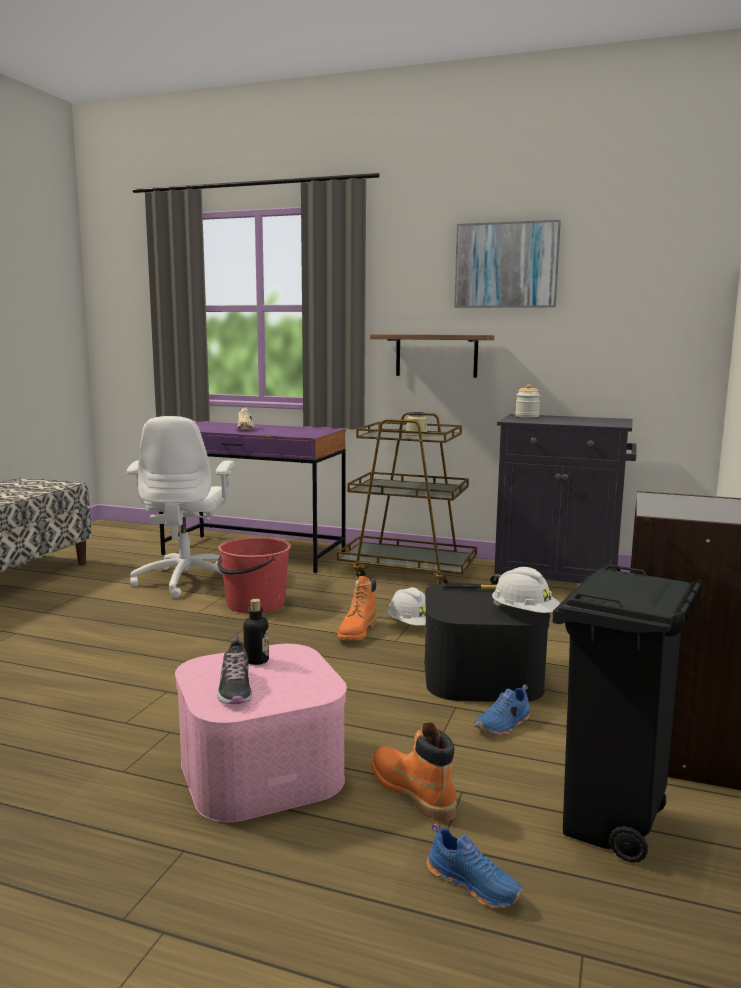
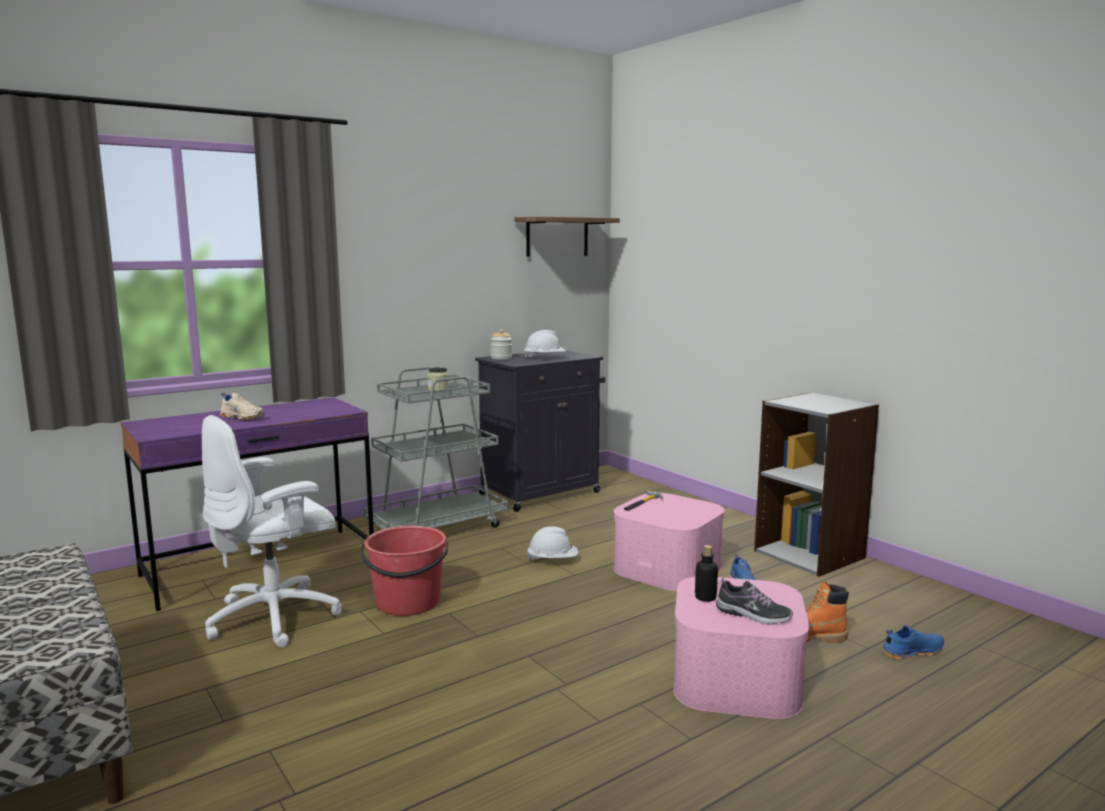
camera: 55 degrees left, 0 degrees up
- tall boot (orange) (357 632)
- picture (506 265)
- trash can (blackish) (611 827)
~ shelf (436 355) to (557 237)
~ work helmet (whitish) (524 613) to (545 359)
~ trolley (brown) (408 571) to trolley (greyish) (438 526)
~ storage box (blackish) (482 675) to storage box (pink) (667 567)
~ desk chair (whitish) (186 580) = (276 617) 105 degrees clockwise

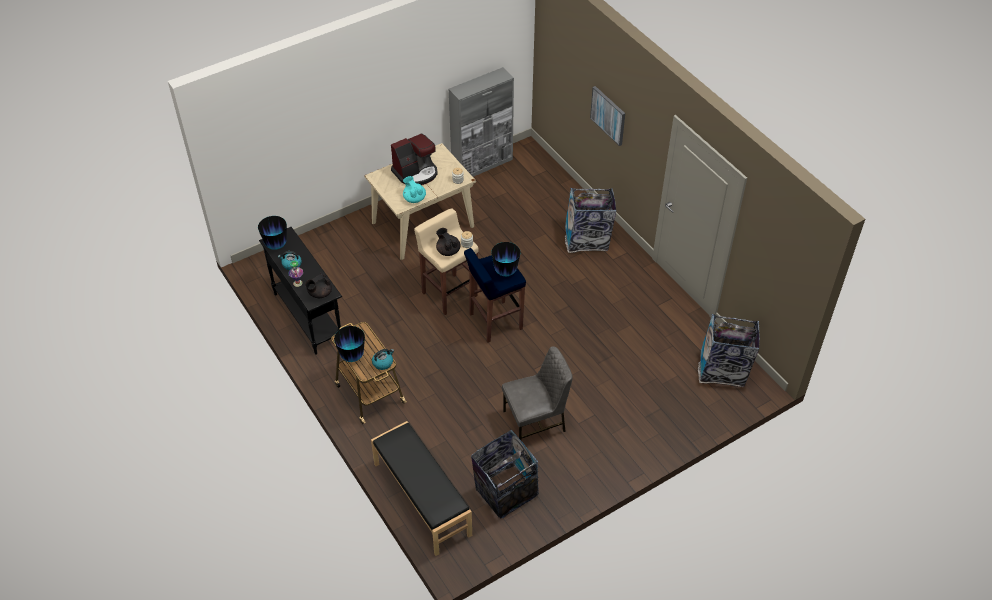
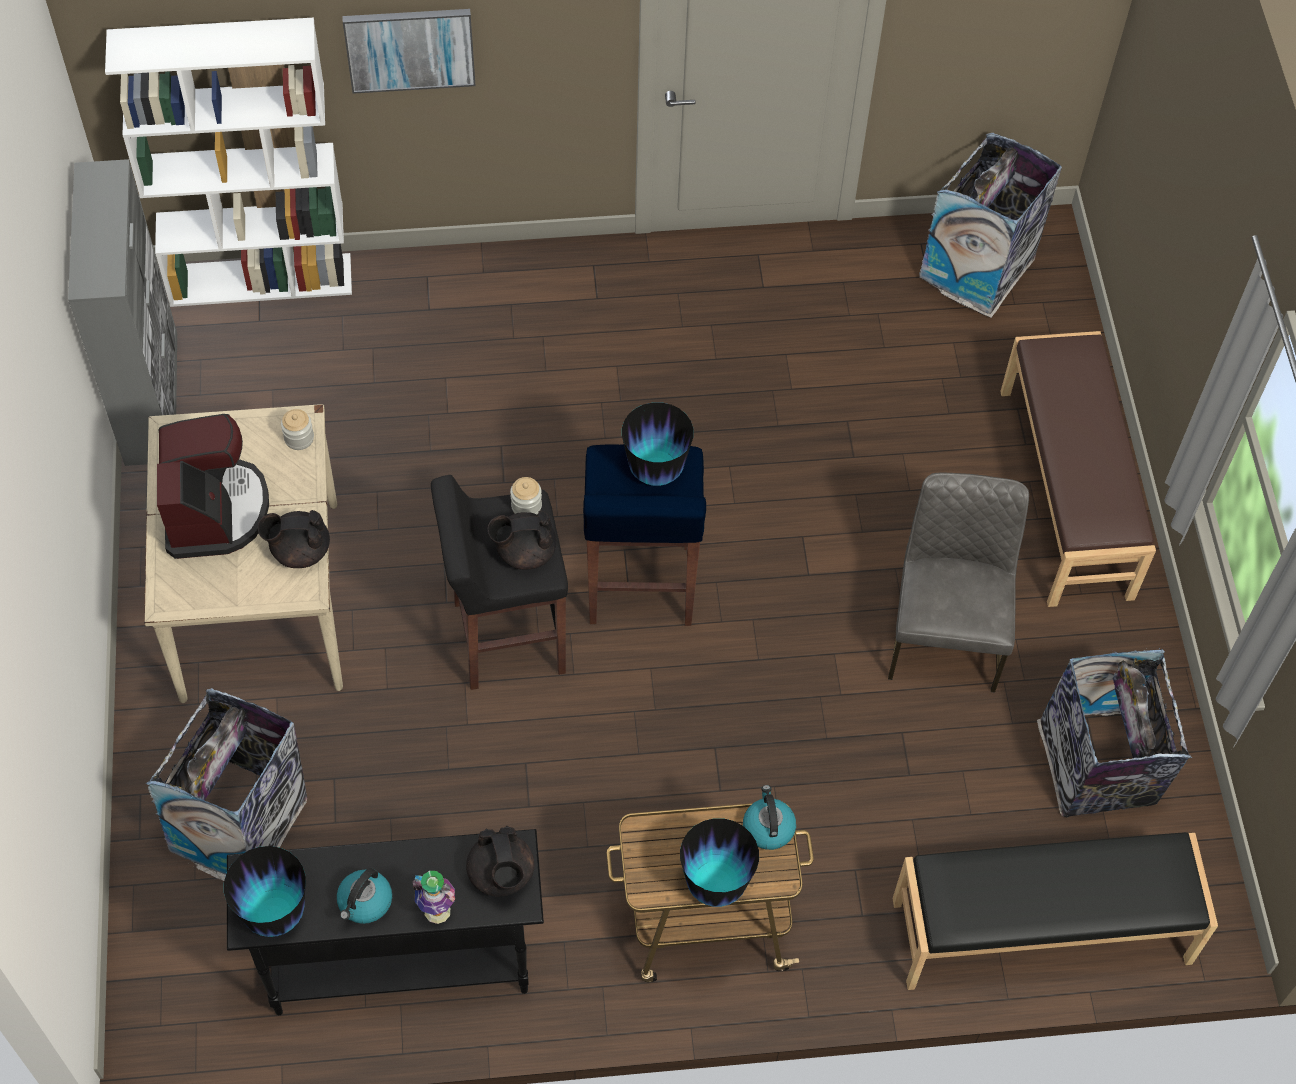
camera: 65 degrees left, 10 degrees up
+ bookshelf (whitish) (262 279)
+ long seat (brown) (1067 492)
~ trash can (587 239) to (241 822)
~ pot for tea (blue-green) (414 198) to pot for tea (blackish) (299 550)
~ stool (sand-coloured) (449 293) to stool (blackish) (507 637)

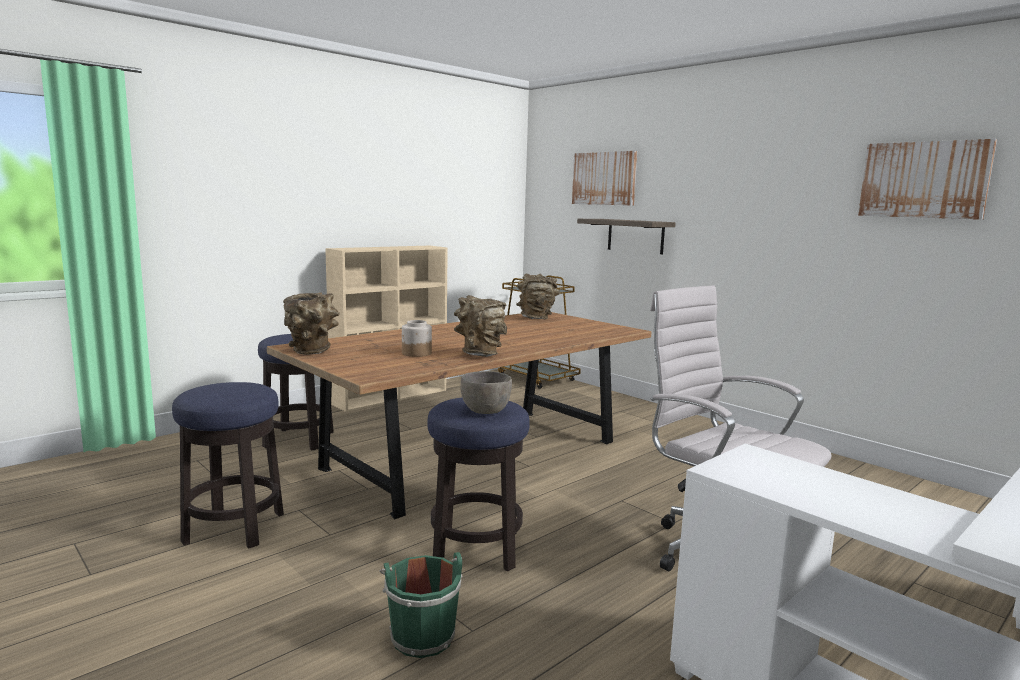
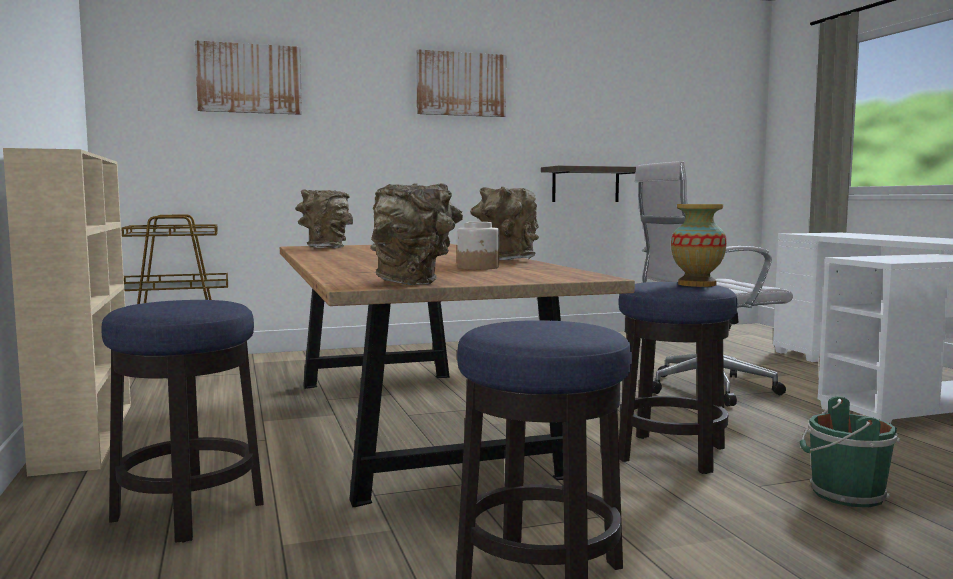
camera: 65 degrees left, 5 degrees down
~ shelf (635 236) to (585 184)
~ picture (923 180) to (461 84)
~ deep dish (greyish) (485 412) to decorative vase (697 284)

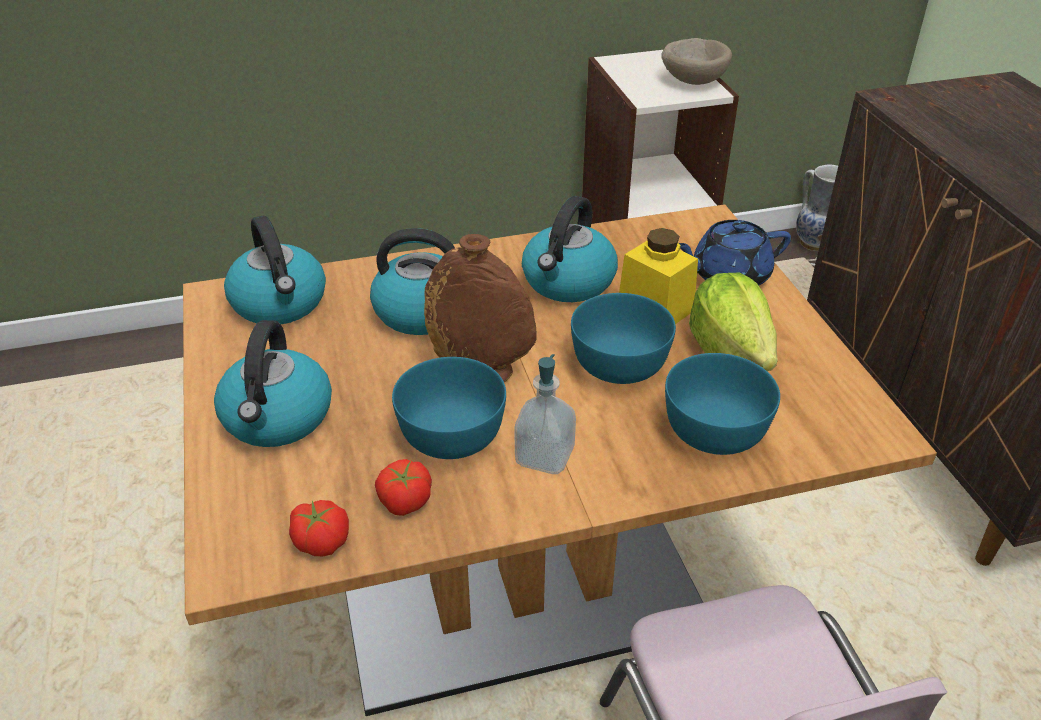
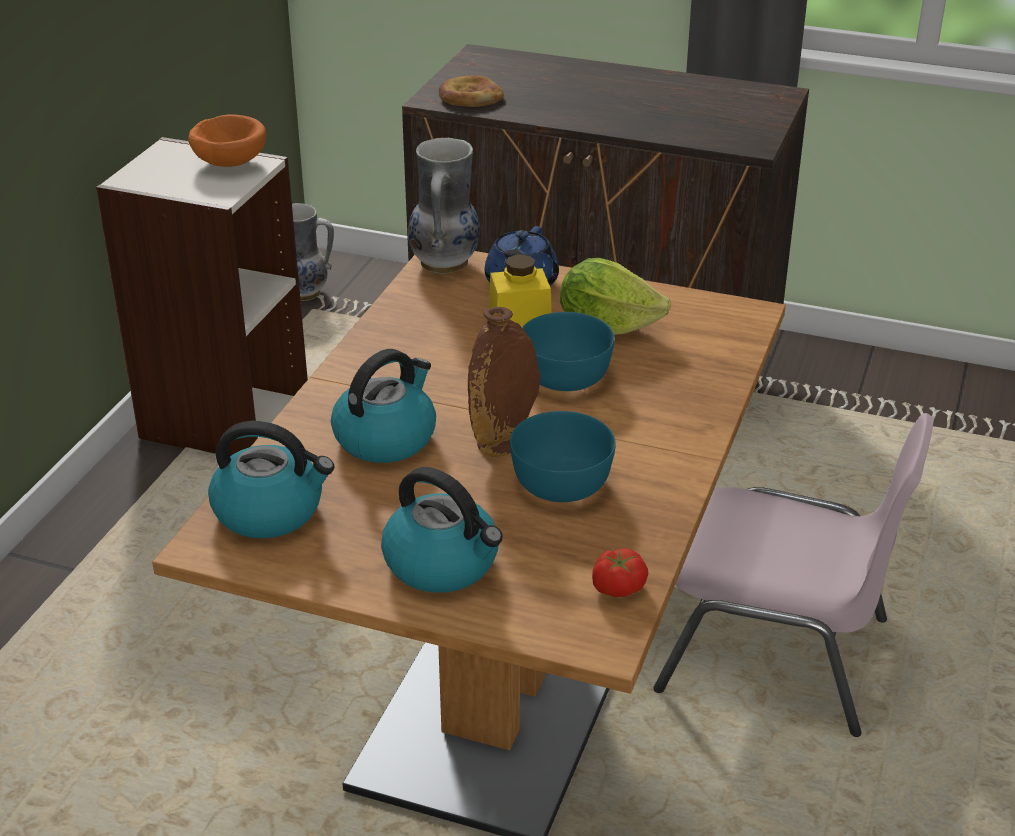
camera: 55 degrees left, 5 degrees down
- whole tomato (404 500)
- liquid soap bottle (544 456)
- kettle (568 282)
- deep dish (blue-green) (713 428)
+ decorative vase (446 263)
+ bakery bread (470 97)
~ deep dish (sand-coloured) (694 80) to deep dish (orange) (229 161)

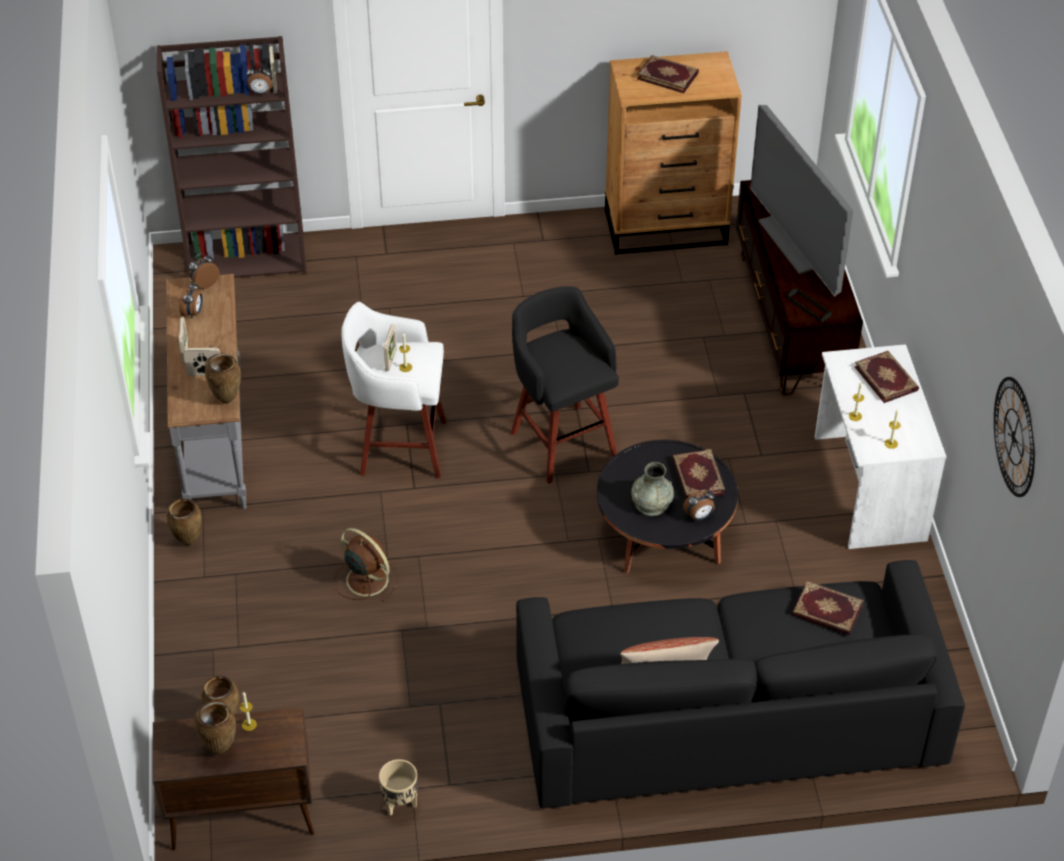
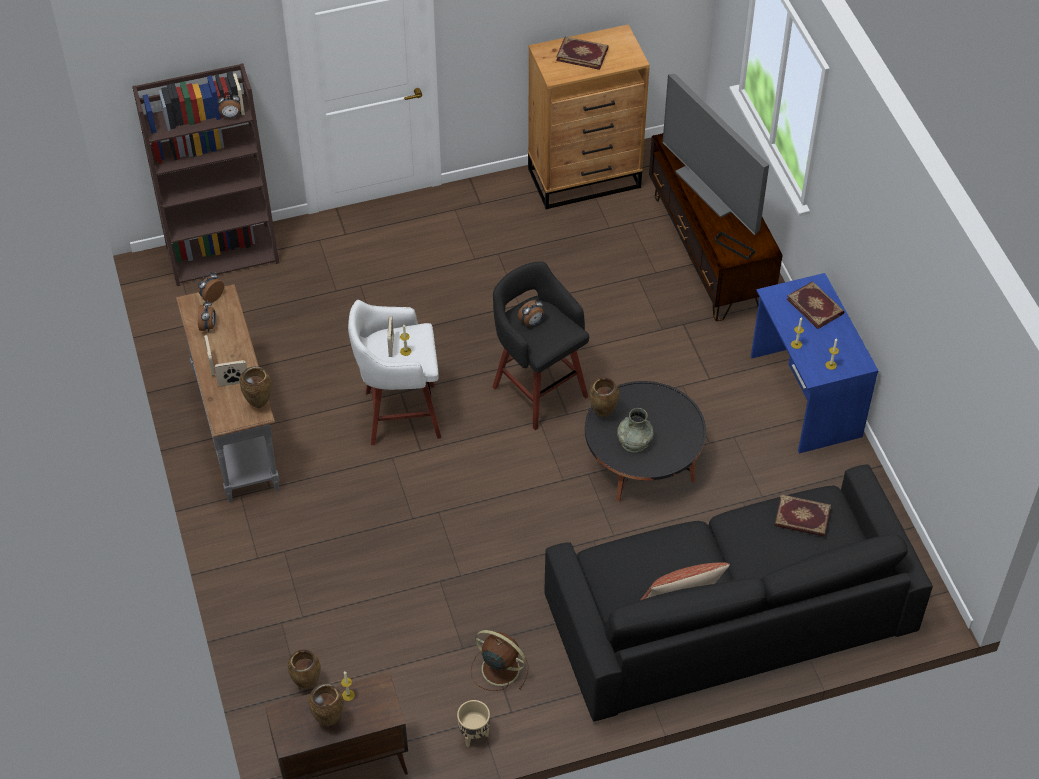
camera: 10 degrees left, 5 degrees up
- bound book (697 477)
- clock on the wall (1014 436)
~ decorative vase (brown) (188 543) to (602 414)
~ fan (brown) (365 579) to (498 668)
~ table clock (699 516) to (531 322)
~ desk unit (whitish) (867 488) to desk unit (blue-coloured) (804 396)

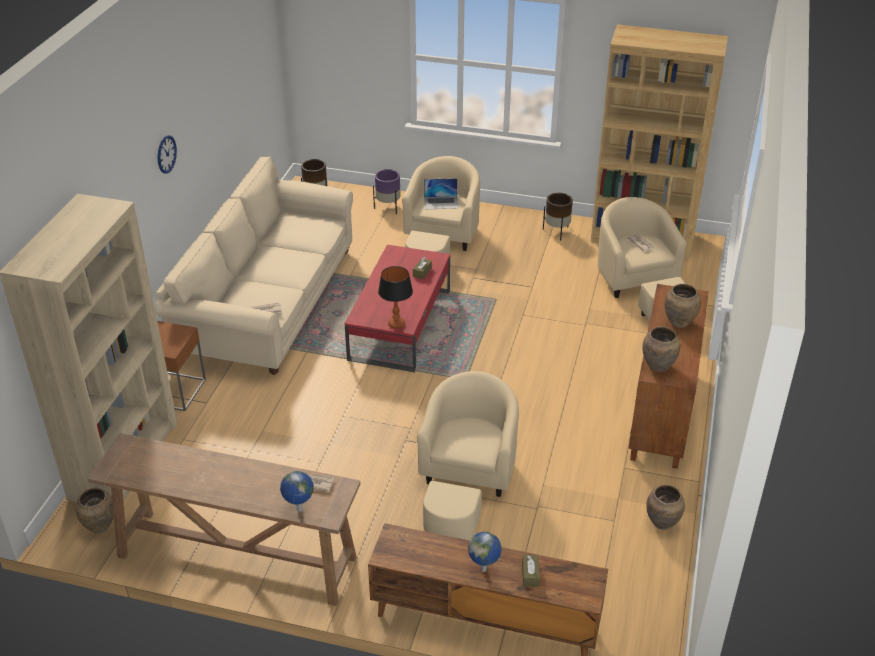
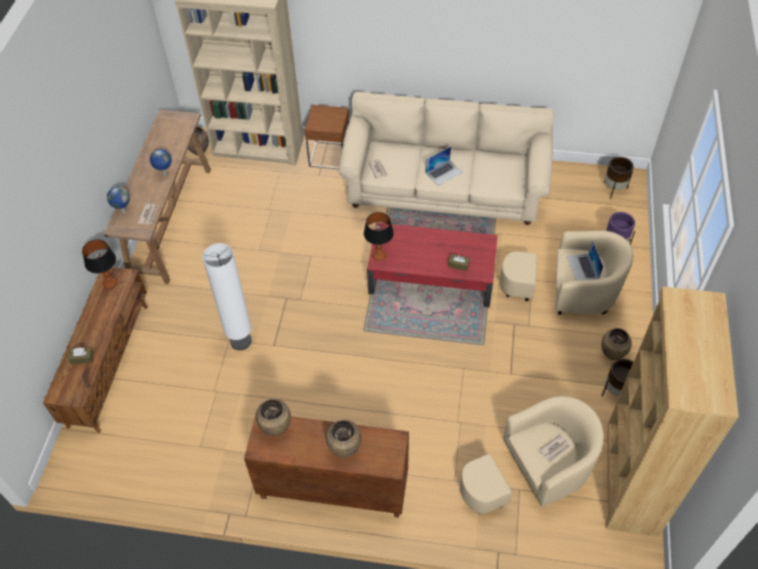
camera: 85 degrees right, 15 degrees up
- clock on the wall (166 154)
+ table lamp (110 283)
+ notebook computer (444 172)
~ globe (484 569) to (165 174)
~ decorative vase (brown) (662 523) to (612 354)
~ easy chair (sand-coloured) (465 482) to floor lamp (whitish) (241 341)

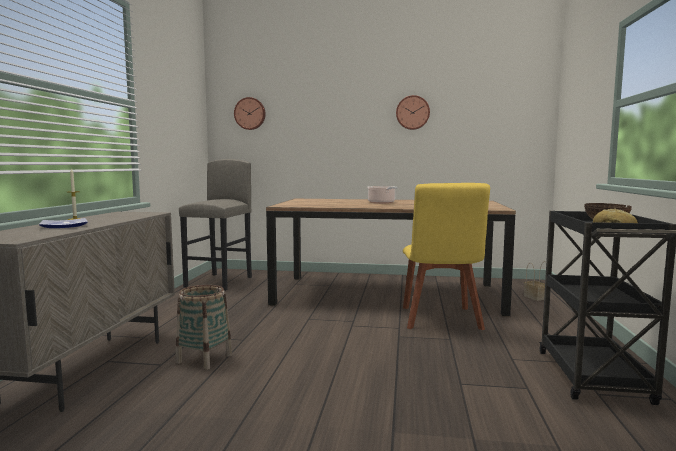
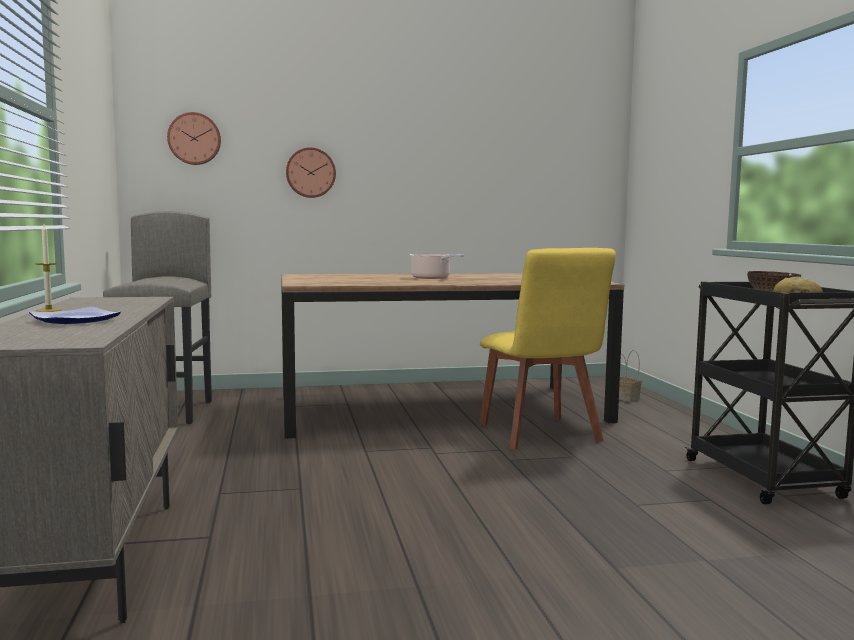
camera: 20 degrees left, 0 degrees up
- storage basket (204 358)
~ clock on the wall (412 112) to (310 173)

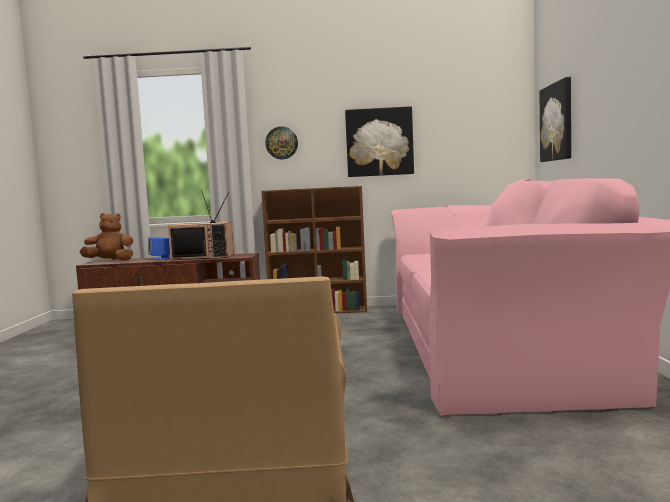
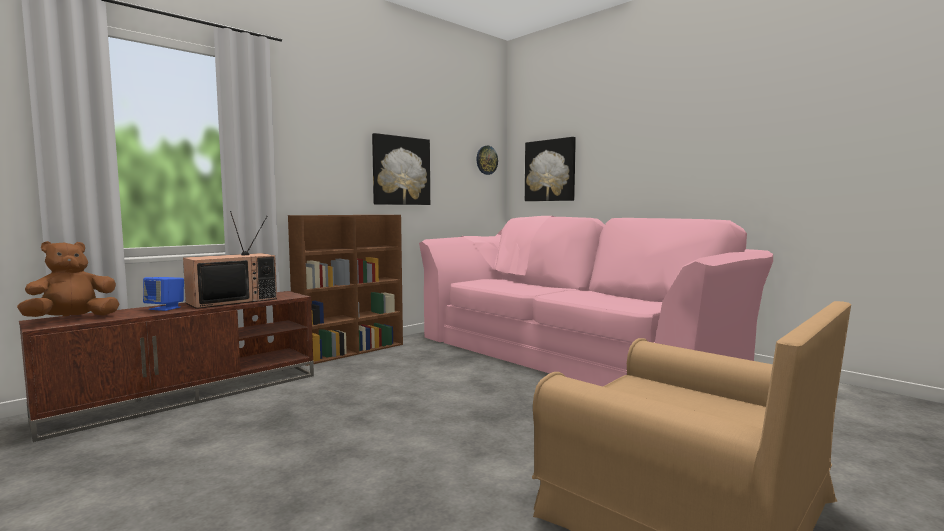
camera: 45 degrees left, 0 degrees up
~ clock on the wall (281 143) to (486 160)

